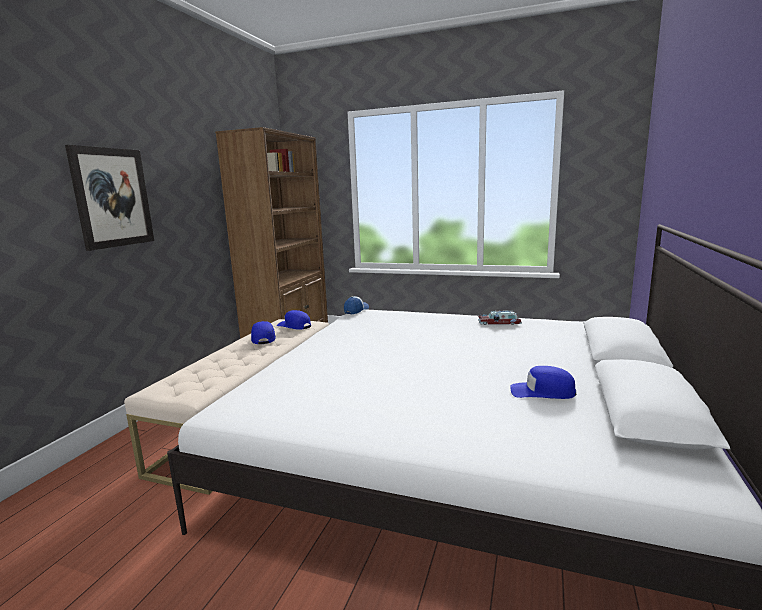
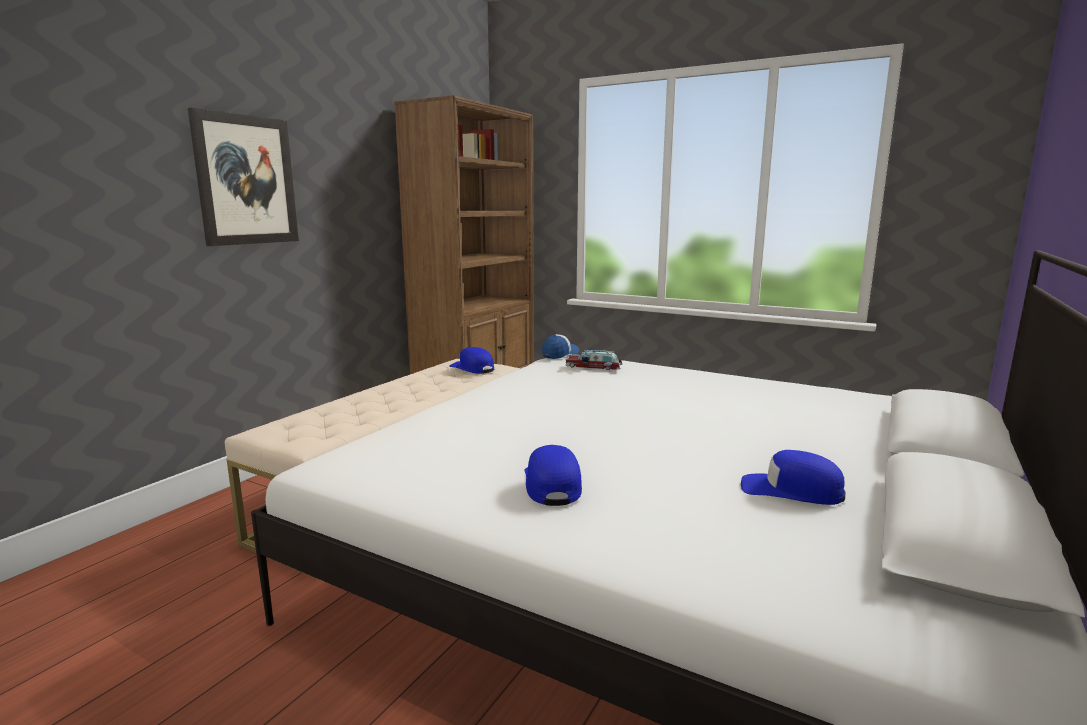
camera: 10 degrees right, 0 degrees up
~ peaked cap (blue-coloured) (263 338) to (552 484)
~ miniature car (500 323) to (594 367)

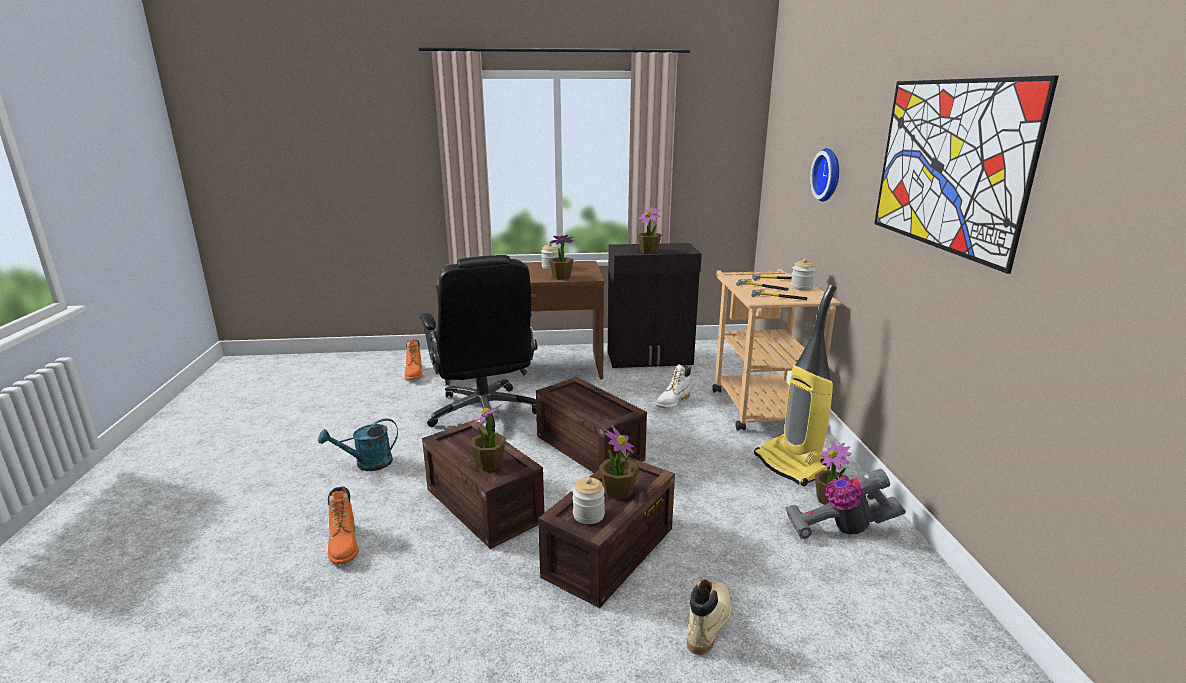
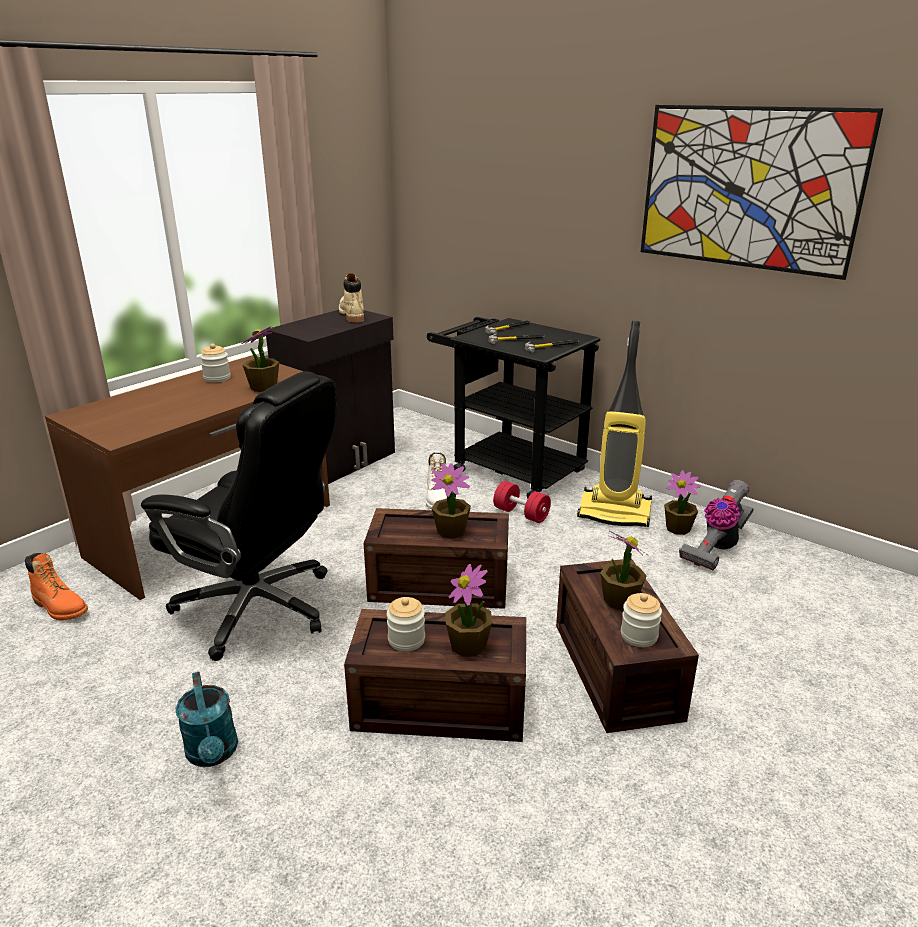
camera: 45 degrees left, 5 degrees up
- tall boot (orange) (344 545)
- clock on the wall (829 175)
+ dumbbell (red-coloured) (521 514)
~ potted plant (649 251) to (451 531)
~ tall boot (sand-coloured) (709 623) to (352 315)
~ preserve jar (801 287) to (406 640)
~ trolley (sand-coloured) (758 403) to trolley (blackish) (508 468)
~ watering can (blue-green) (367 464) = (213 754) 45 degrees counterclockwise

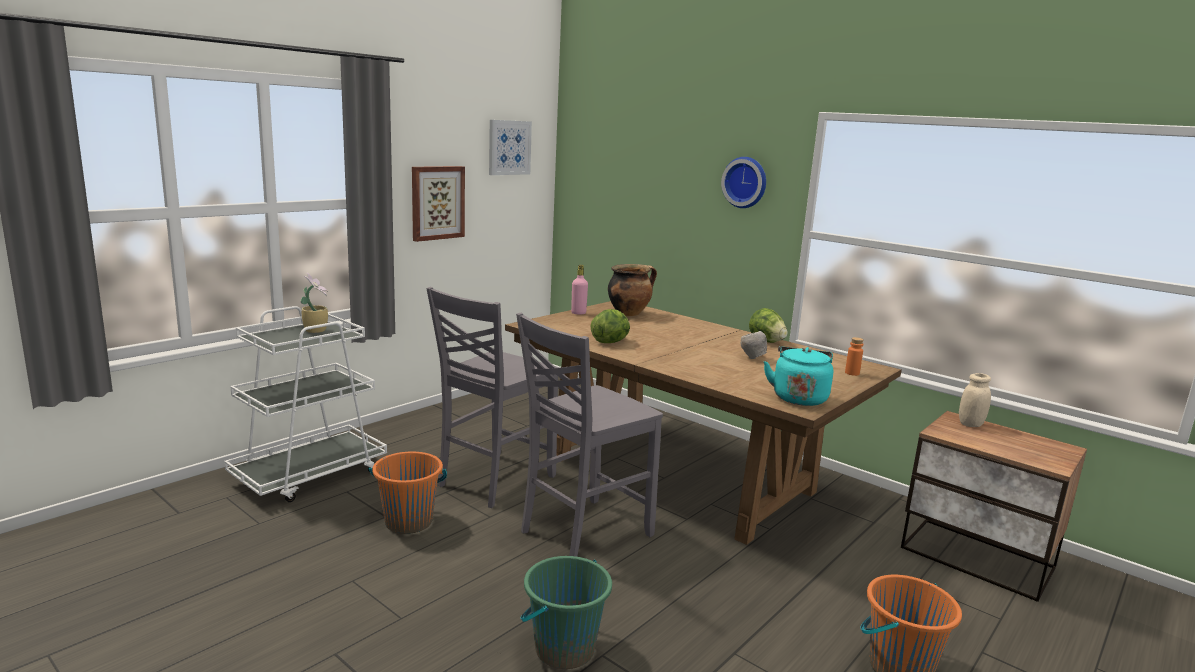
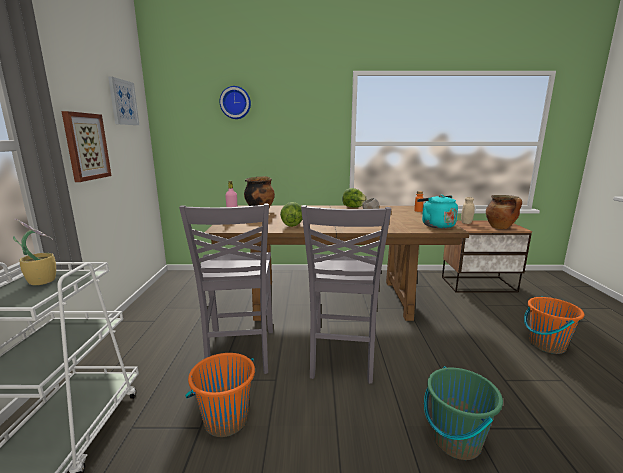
camera: 40 degrees left, 0 degrees up
+ cooking pot (500 227)
~ clock on the wall (745 182) to (235 103)

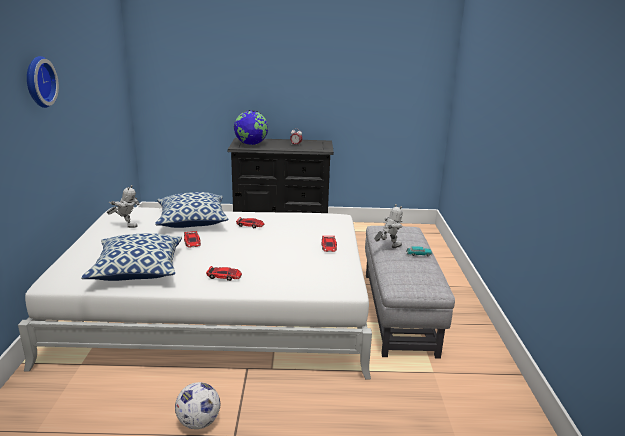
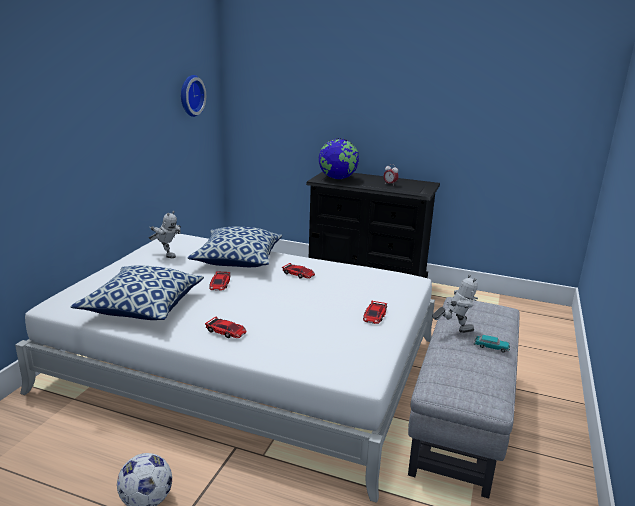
camera: 20 degrees right, 0 degrees up
~ clock on the wall (38 82) to (190 95)

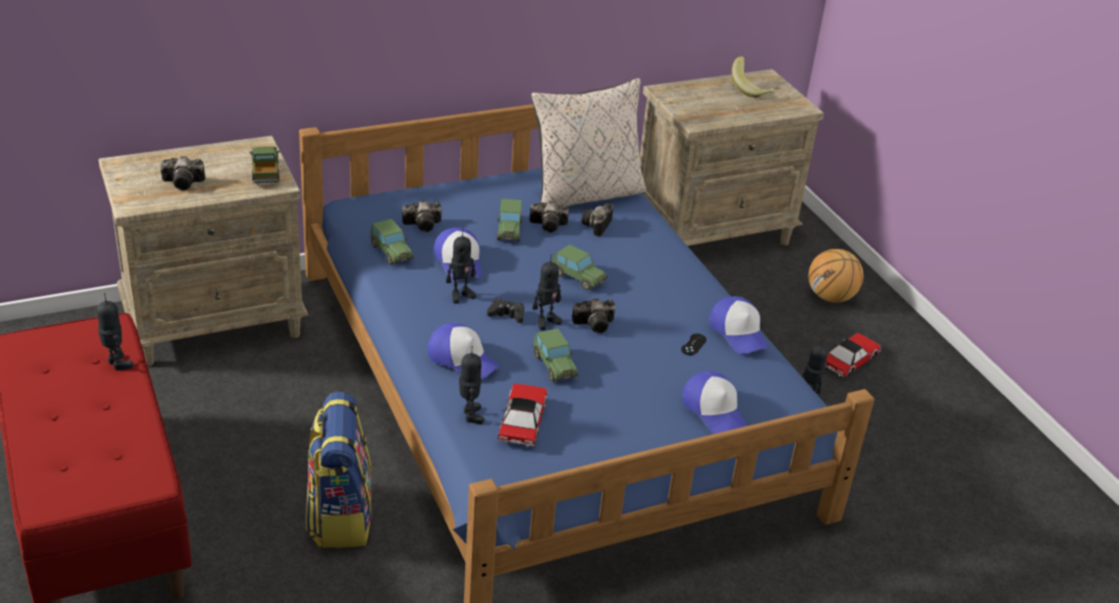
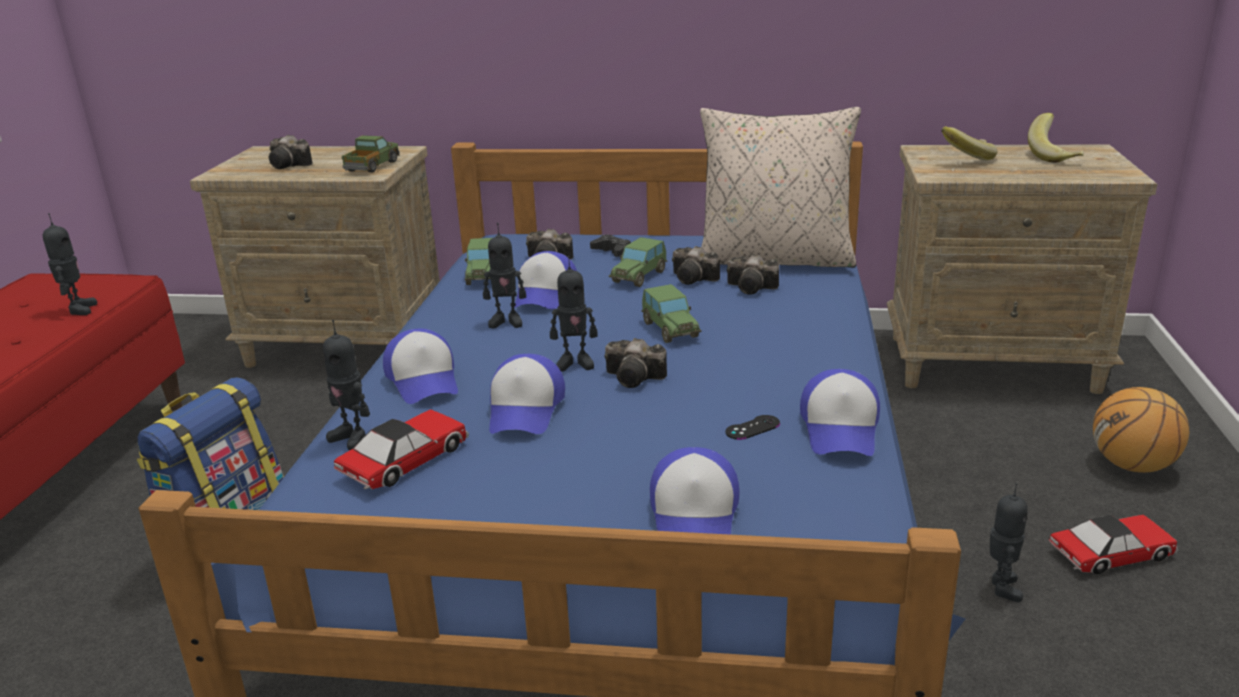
camera: 35 degrees right, 10 degrees down
+ whole banana (966 158)
~ joypad (blackish) (507 315) to (612 251)
~ miniature car (554 366) to peaked cap (526 410)
~ robot figure (470 415) = (352 438) 105 degrees clockwise
~ still camera (597 227) = (753 288) 120 degrees counterclockwise

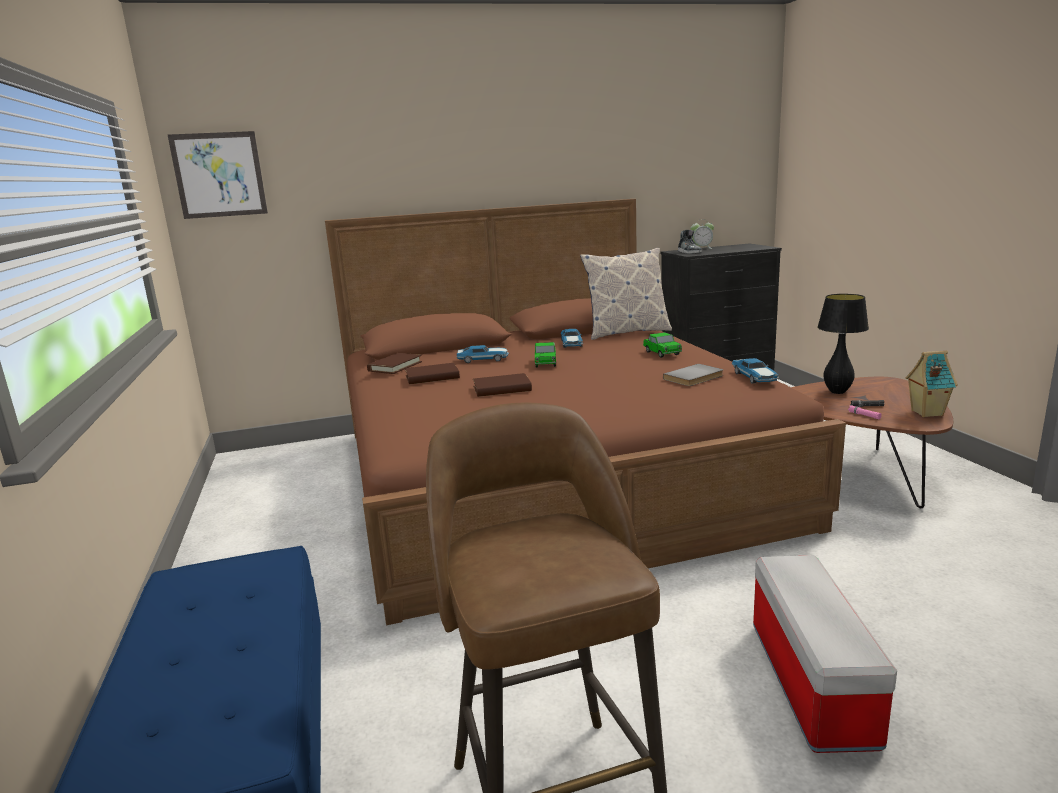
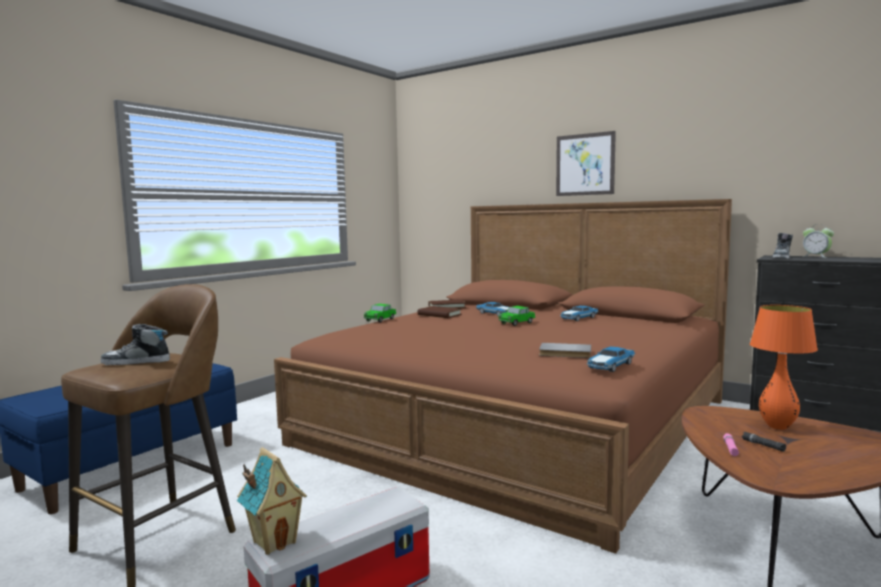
camera: 50 degrees right, 10 degrees down
- bound book (brown) (502 389)
- throw pillow (626 332)
+ shoe (136 362)
~ picture (219 175) to (585 164)
~ miniature car (662 353) to (380 320)
~ toy house (925 413) to (274 541)
~ table lamp (blackish) (837 392) to table lamp (orange) (777 427)

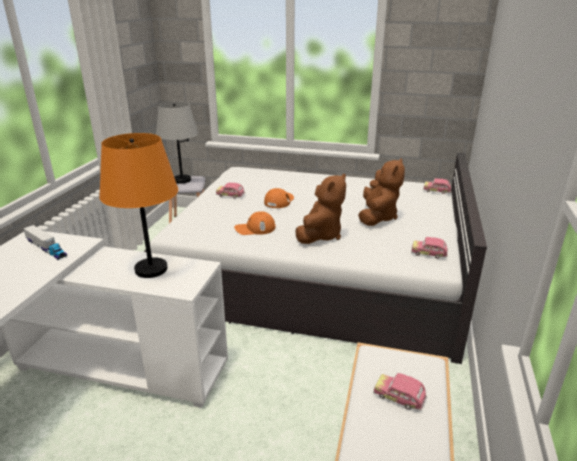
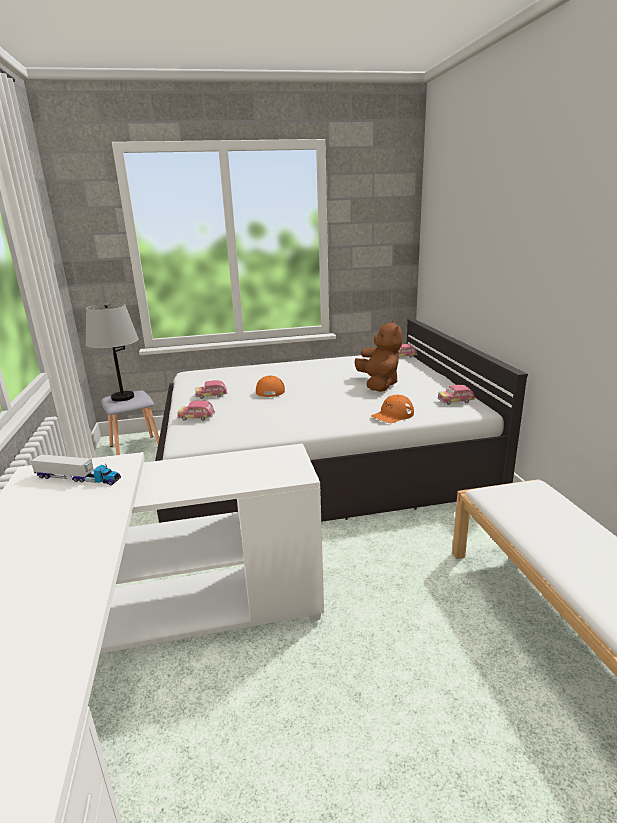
camera: 25 degrees left, 5 degrees down
- table lamp (orange) (151 269)
- plush toy (brown) (320 235)
~ peaked cap (orange) (255 228) to (392 415)
~ miniature car (399 398) to (196 417)

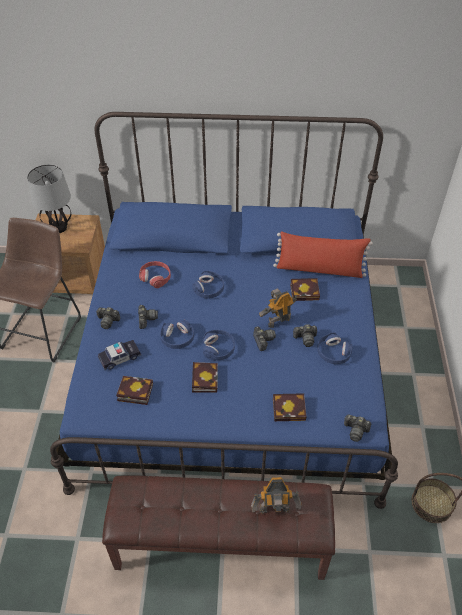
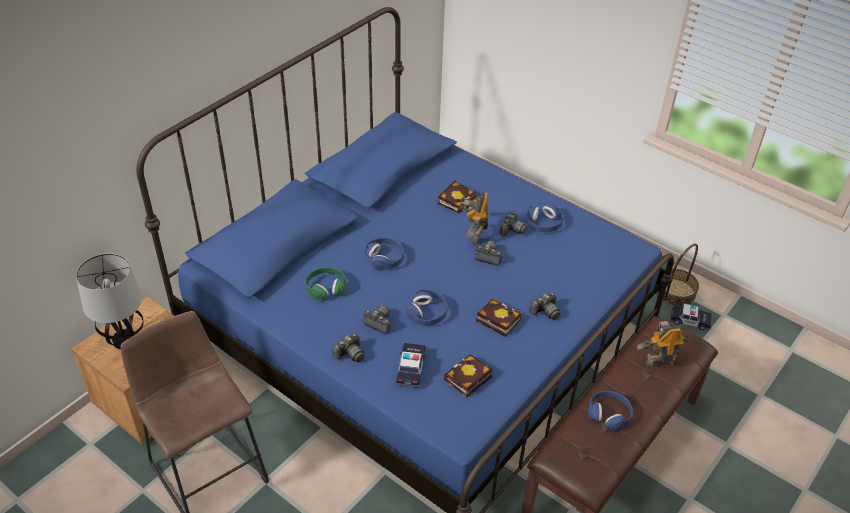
camera: 55 degrees left, 5 degrees down
- throw pillow (red-coloured) (319 269)
- bound book (290 409)
+ miniature car (690 320)
~ pair of headphones (blue-coloured) (218 348) to (609 414)
~ still camera (355 431) to (545 311)
~ pair of headphones (red-coloured) (155 277) to pair of headphones (green-coloured) (326 287)
~ robot figure (275 511) = (659 361) 135 degrees counterclockwise

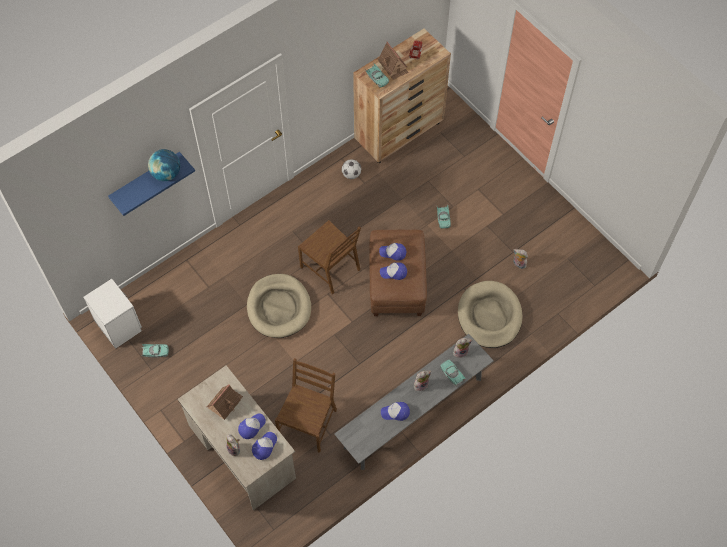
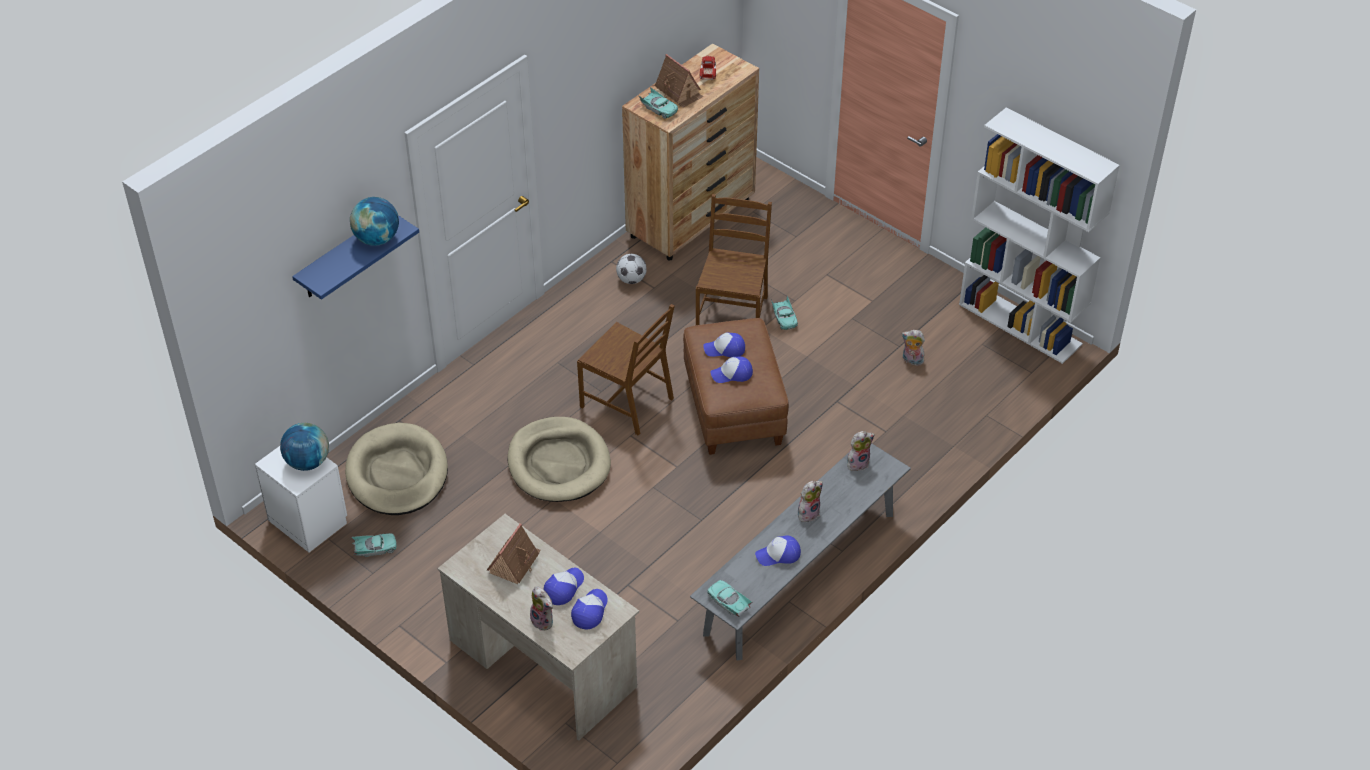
camera: 10 degrees left, 15 degrees down
+ globe (307 462)
+ bookshelf (whitish) (1021 324)
~ chair (brown) (308 423) to (732 315)
~ miniature car (blue-green) (452 374) to (728 602)
~ dog bed (sand-coloured) (489 316) to (397 473)

